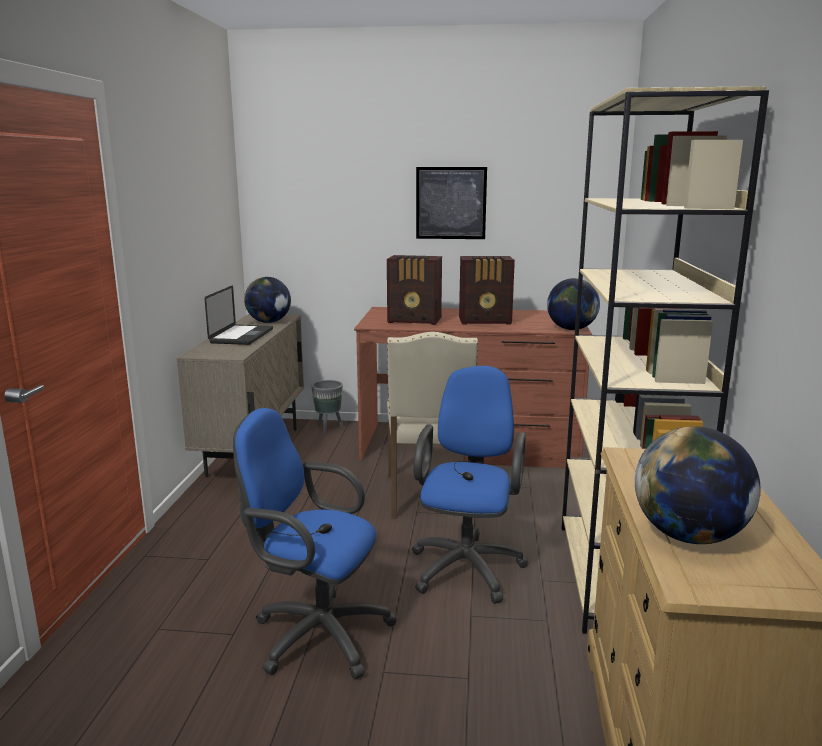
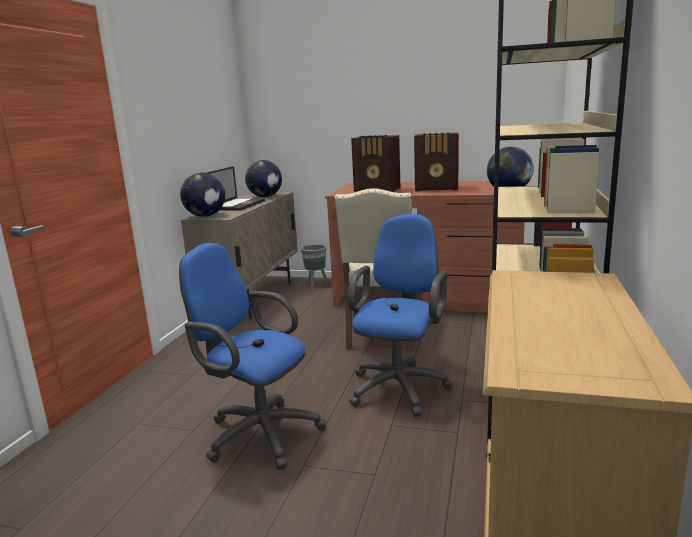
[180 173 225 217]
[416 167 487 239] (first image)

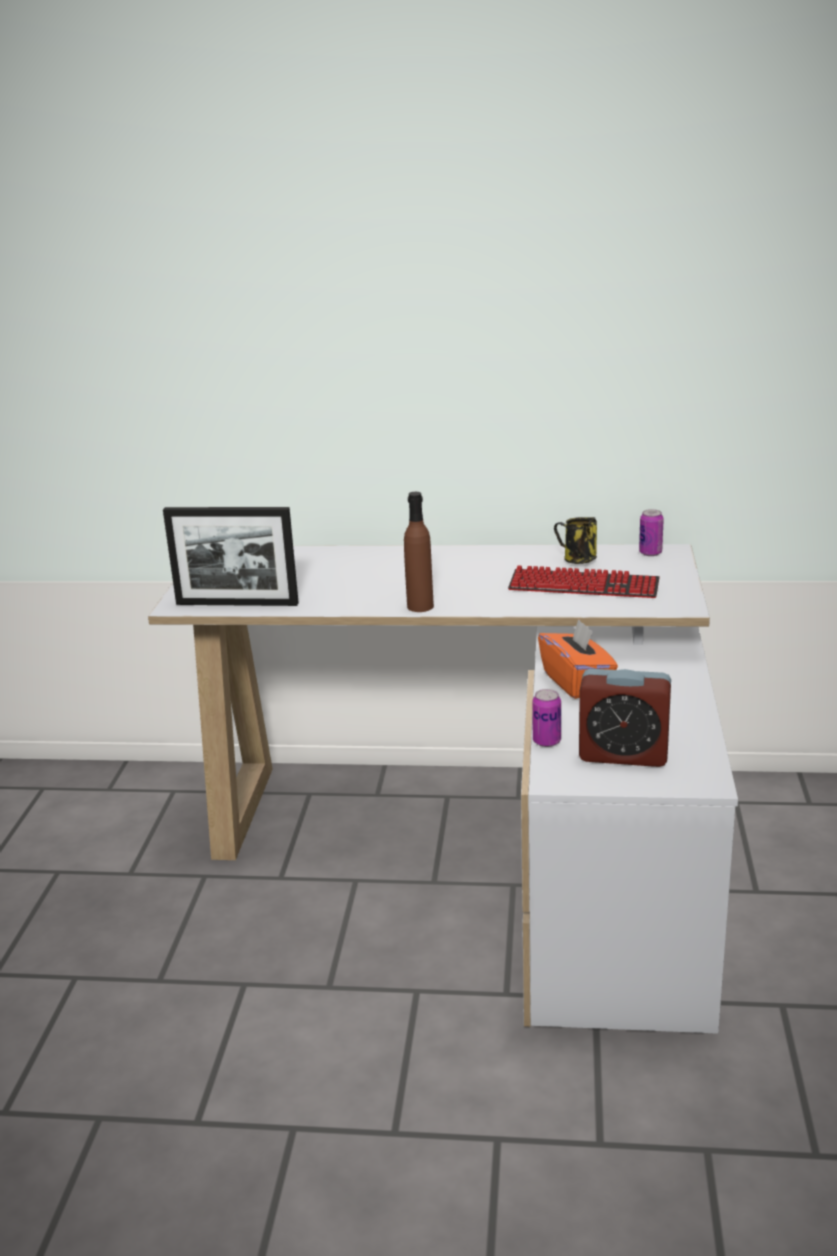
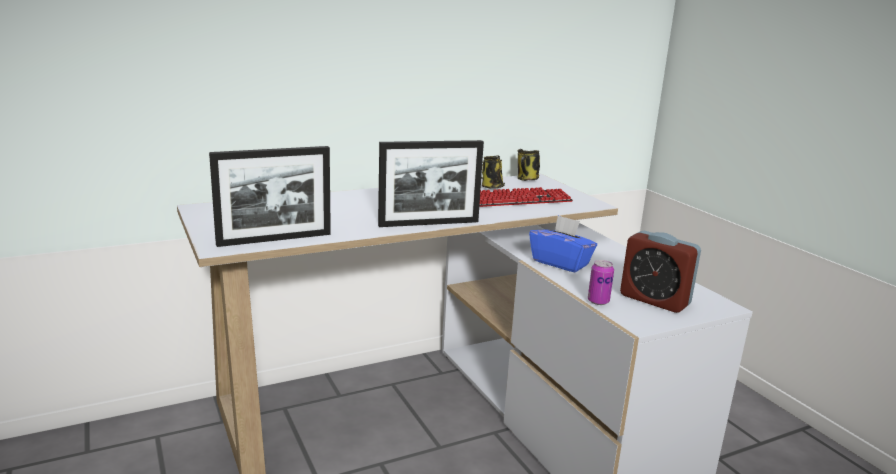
[378 140 484 227]
[518 149 540 181]
[529 215 597 272]
[620 231 701 313]

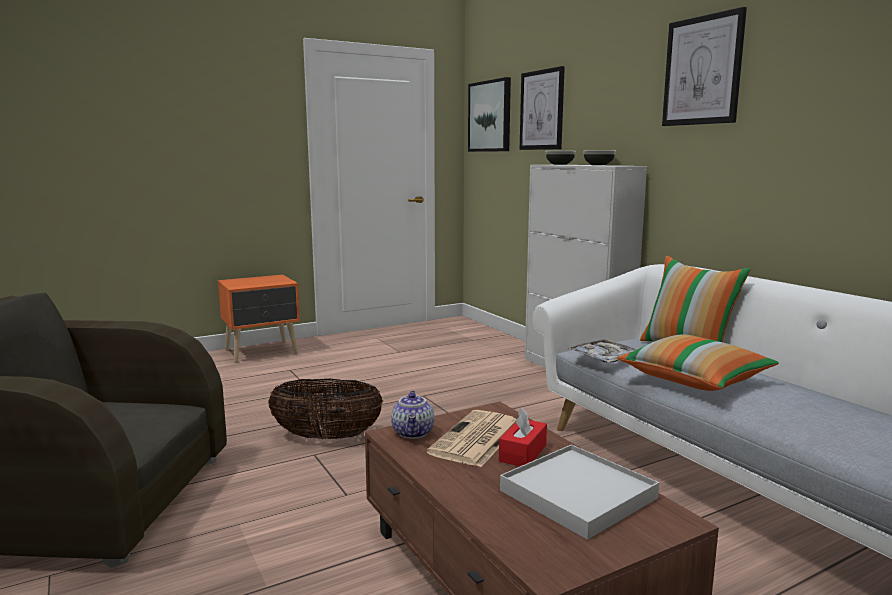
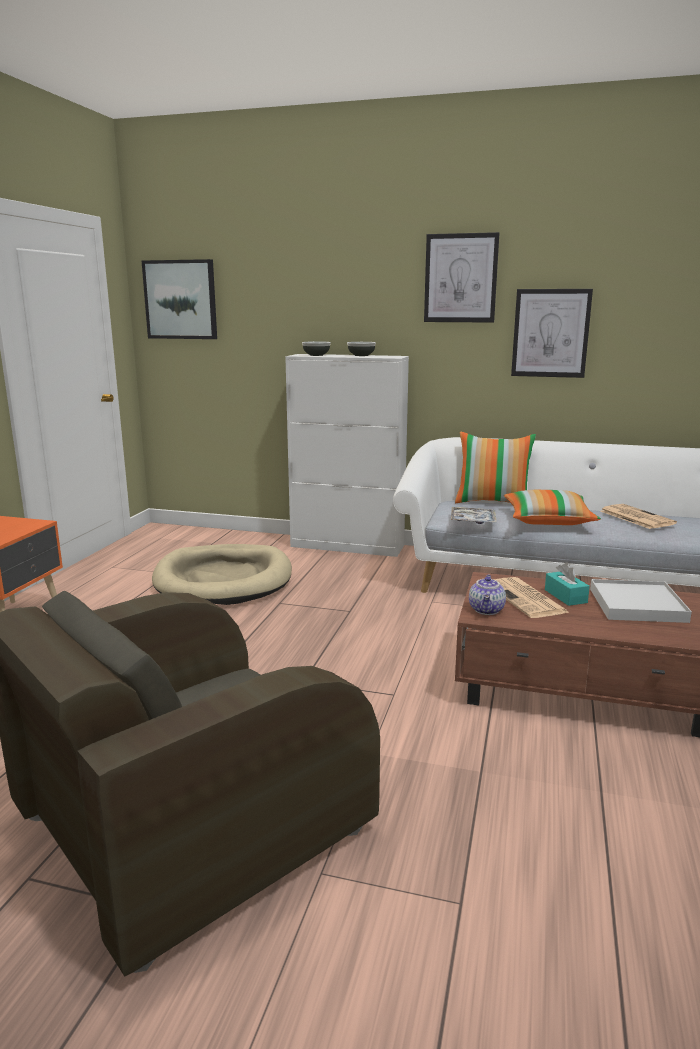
[152 544 292 605]
[469 575 506 615]
[511 289 593 378]
[545 562 590 606]
[600 504 677 529]
[268 379 383 439] (first image)

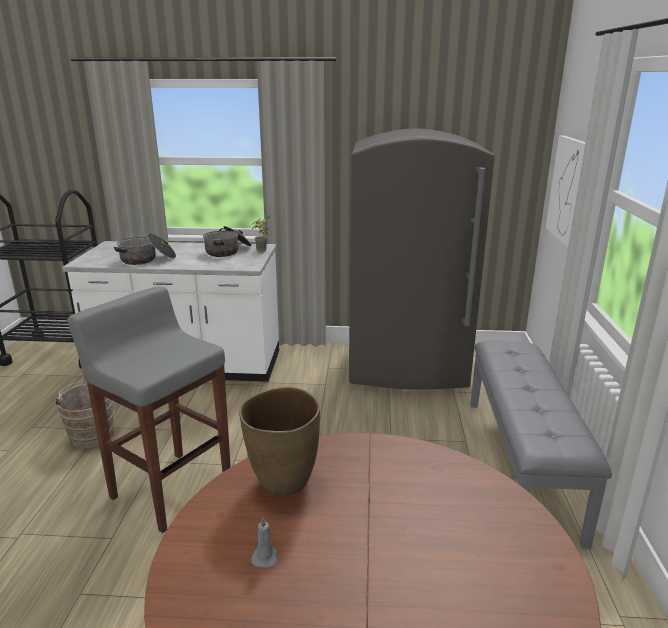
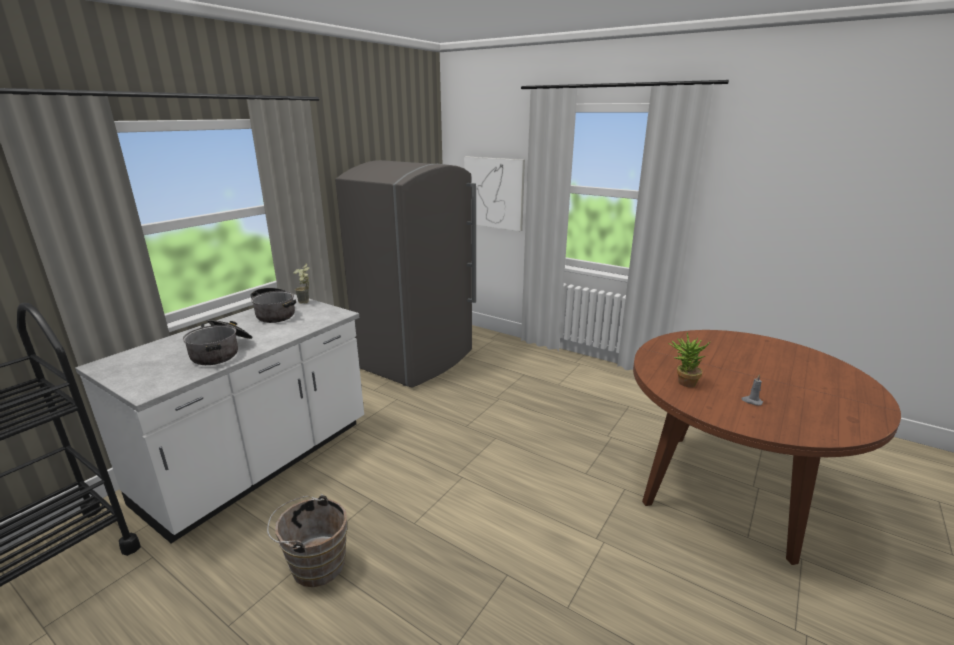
[668 332 710 387]
[67 287 231 533] (first image)
[470 341 612 549] (first image)

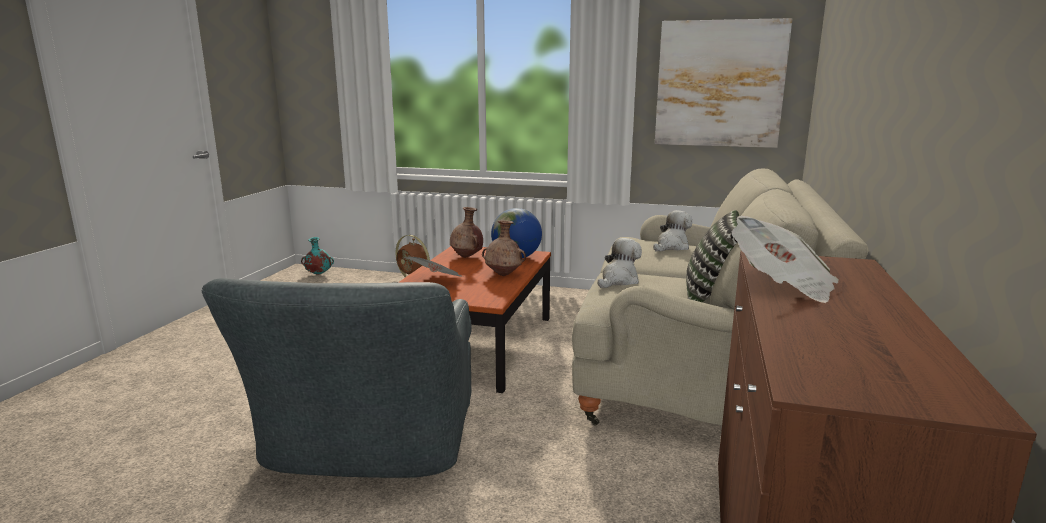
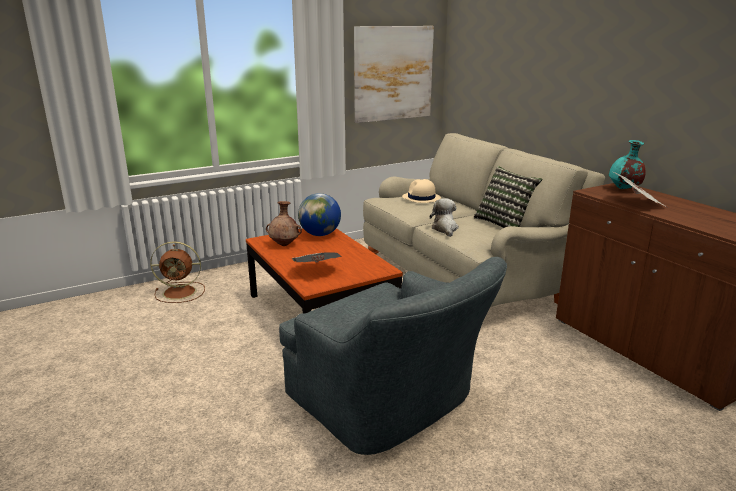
[402 179 441 203]
[609 140 646 189]
[482 220 526 276] (first image)

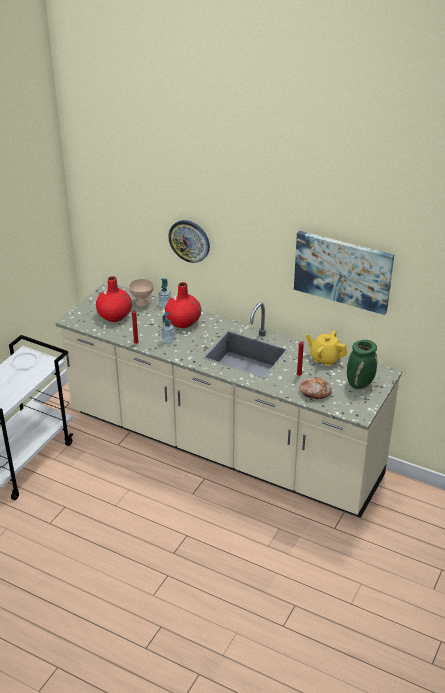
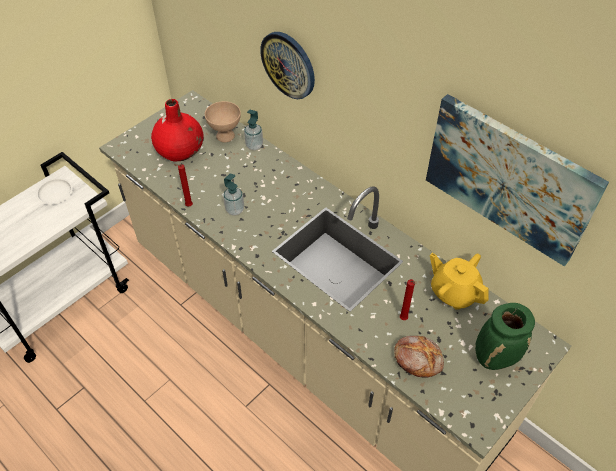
[165 282 201 328] (first image)

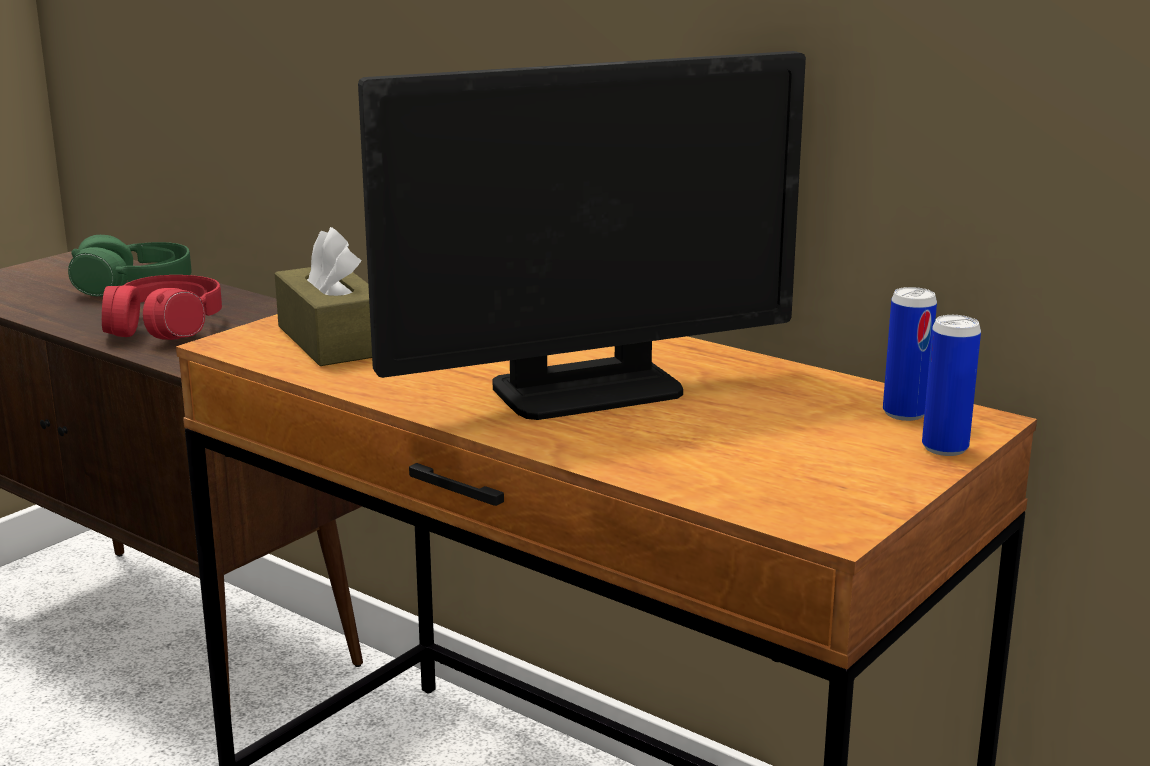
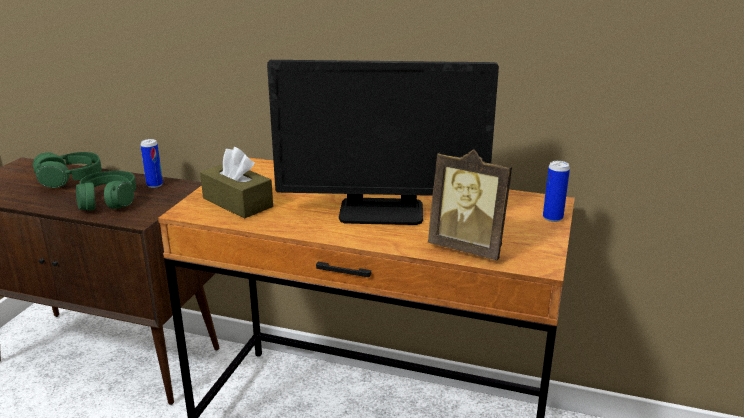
[76 171 136 211]
[140 139 163 188]
[267 60 499 225]
[428 150 512 260]

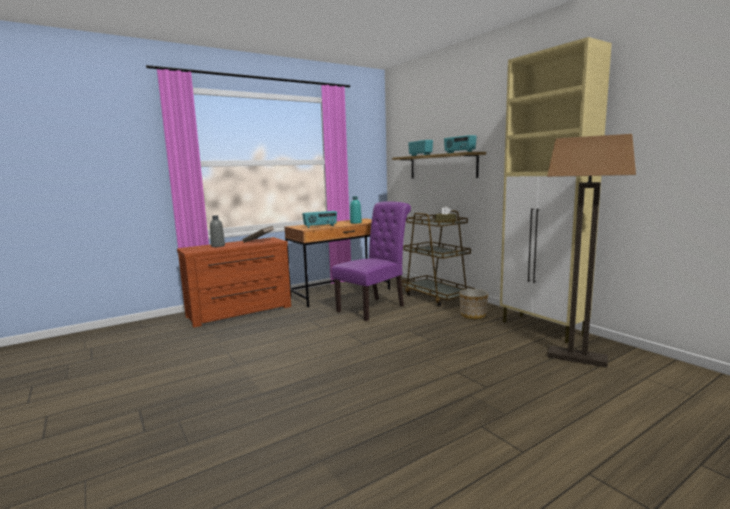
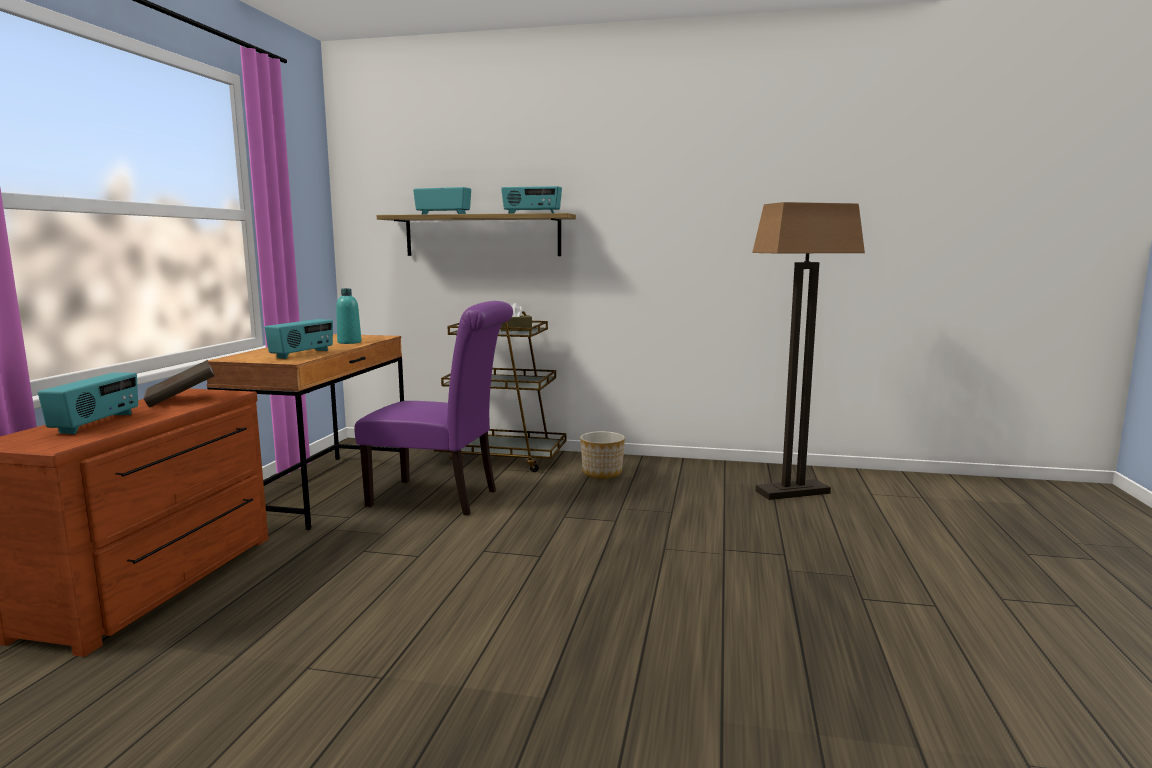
[38 372 138 434]
[354 301 513 516]
[500 37 612 343] (first image)

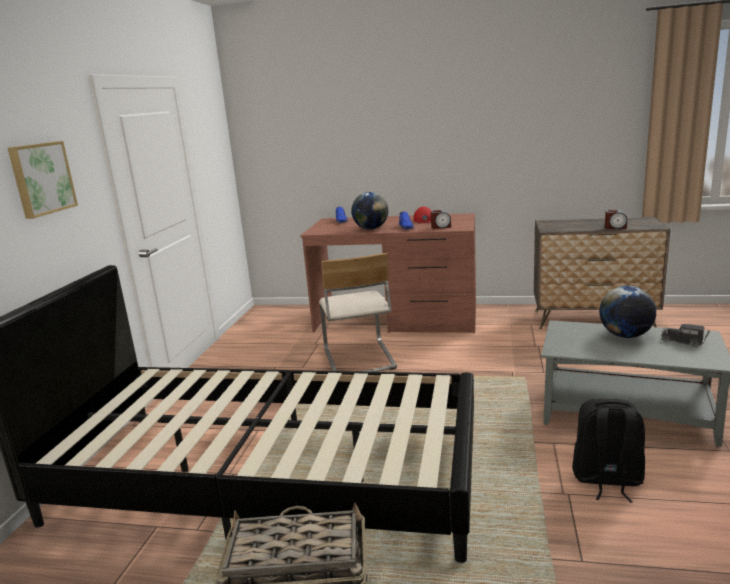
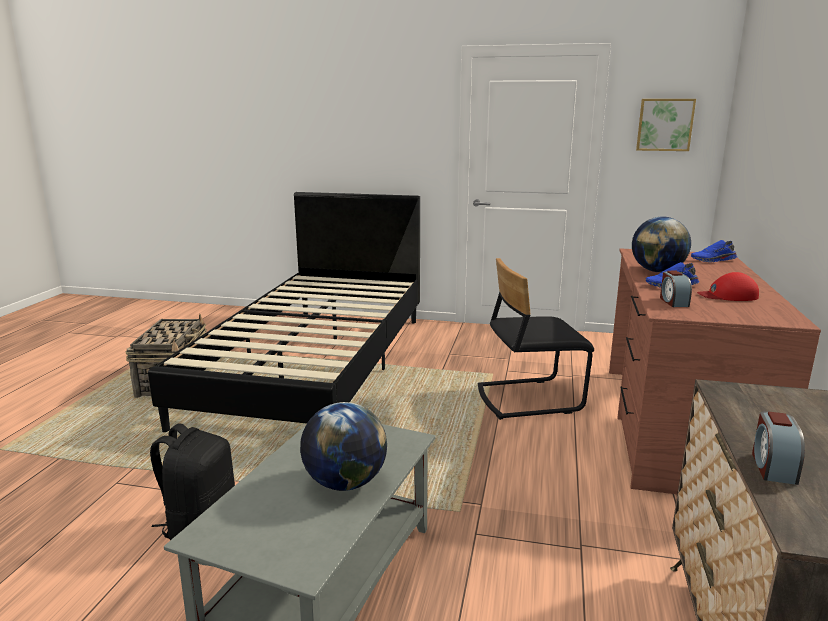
[478 258 594 420]
[636 99 696 151]
[661 324 710 347] (first image)

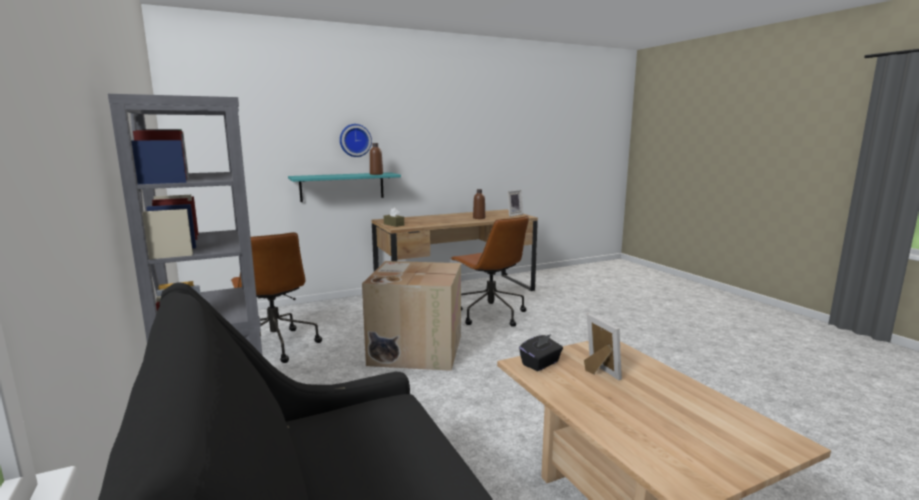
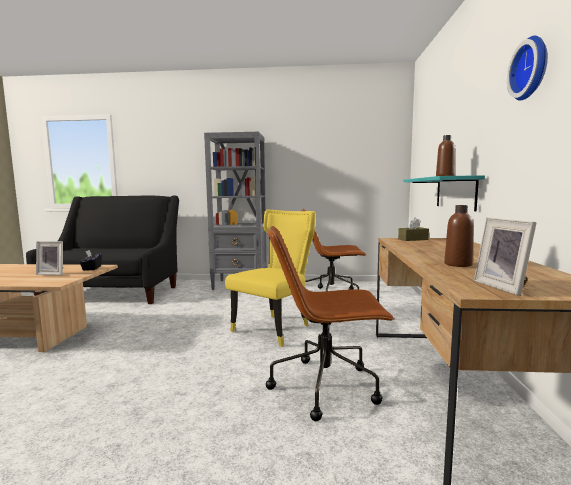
[225 210 315 347]
[507 36 548 101]

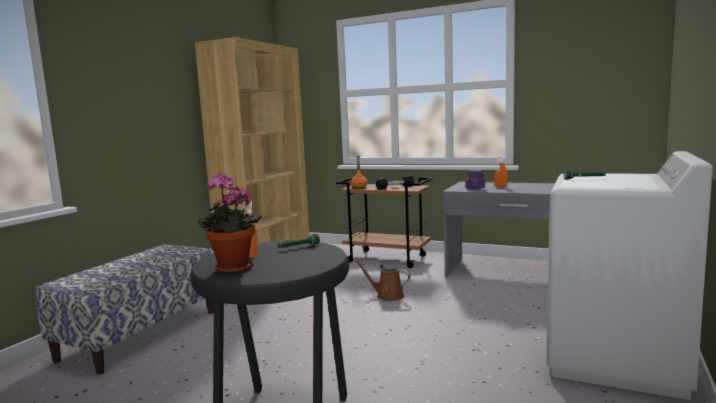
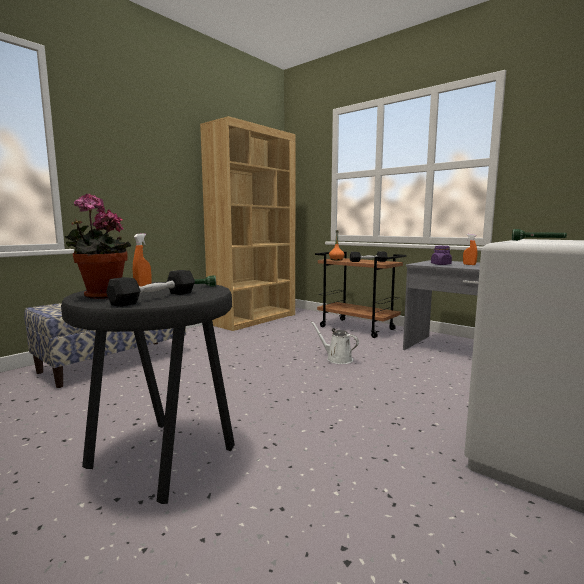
[106 270 195 307]
[311 321 359 364]

